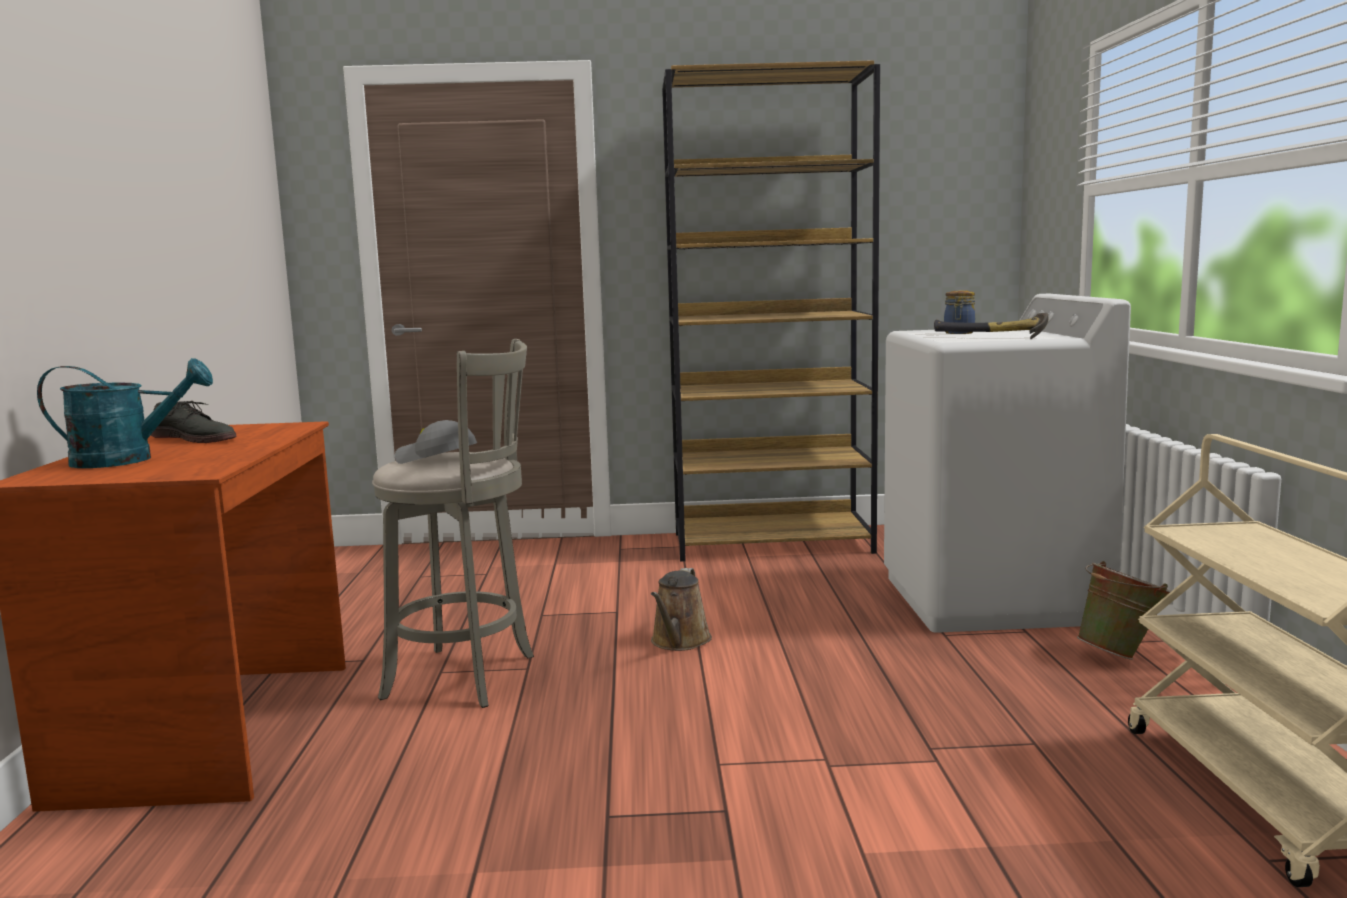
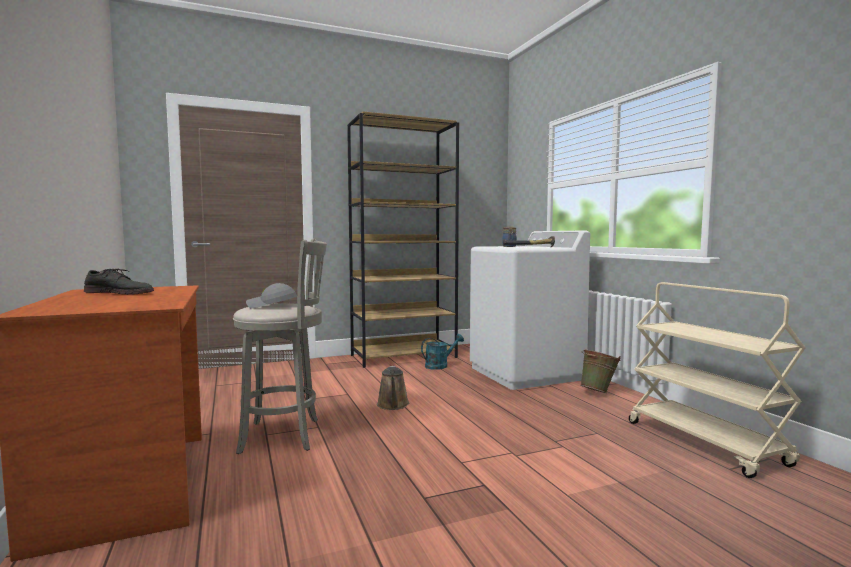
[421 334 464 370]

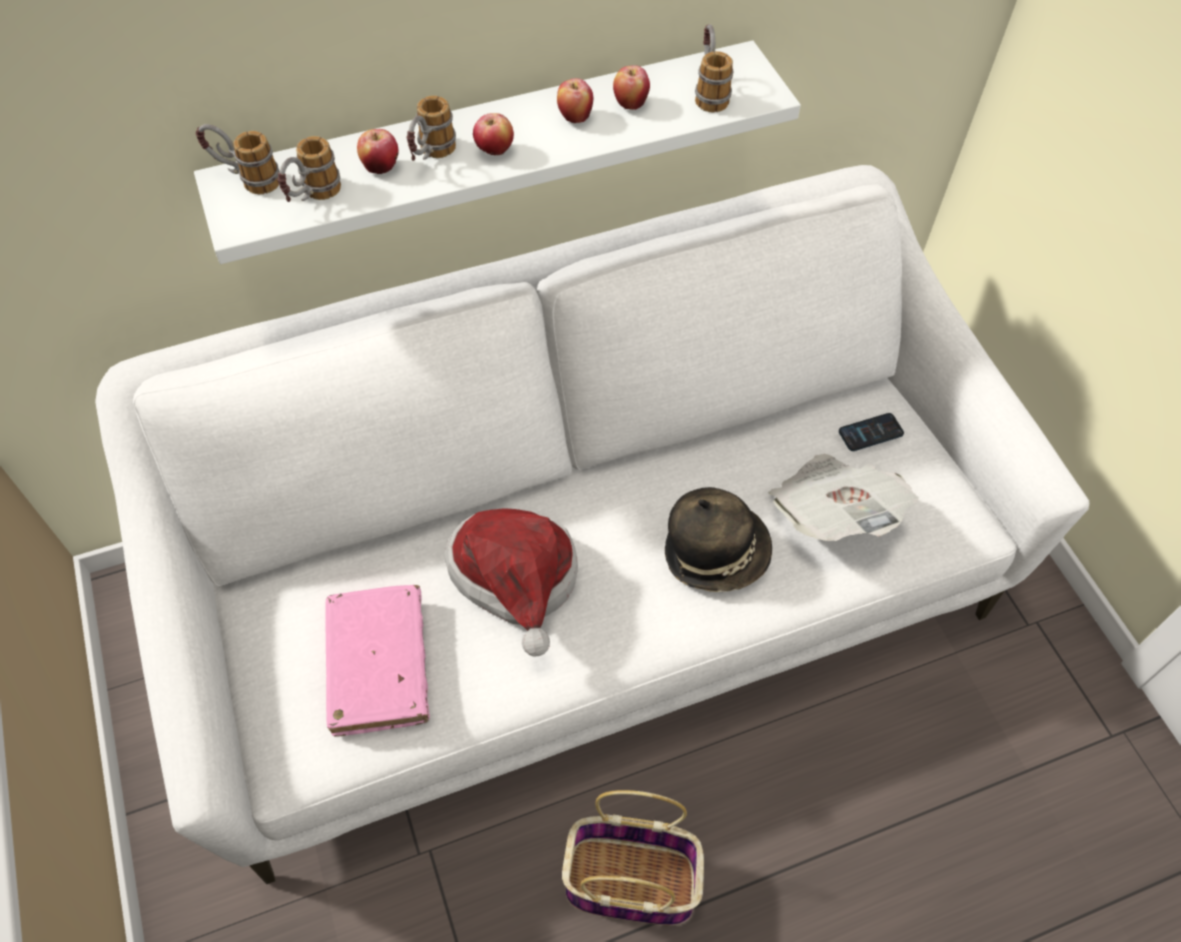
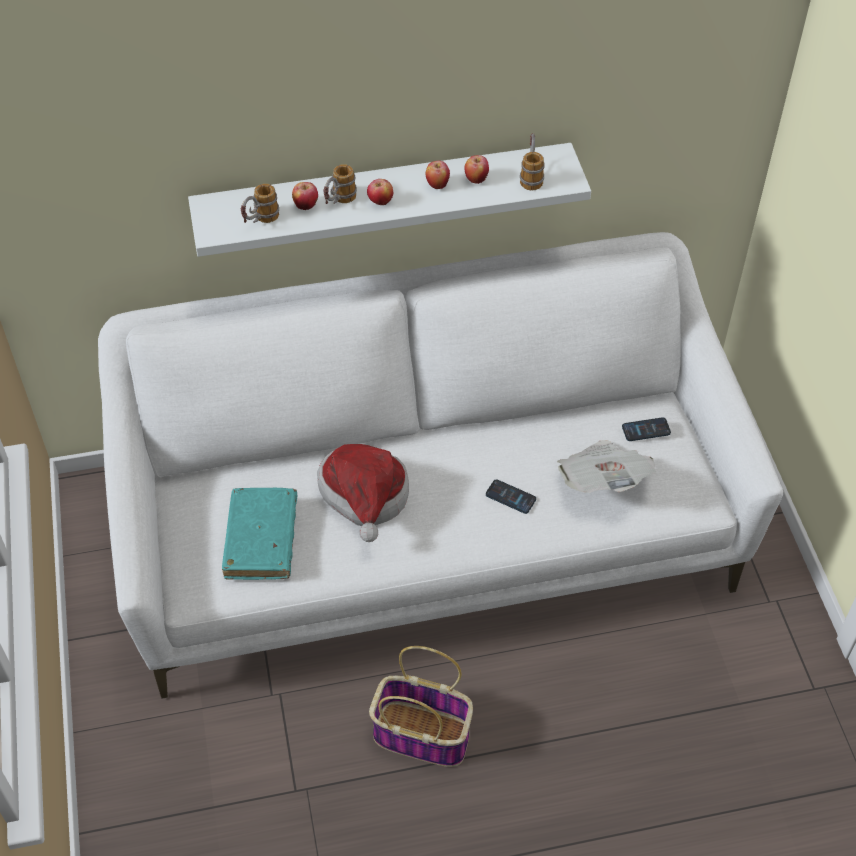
[222 488 297 580]
[486 479 536 514]
[196 124 279 194] (first image)

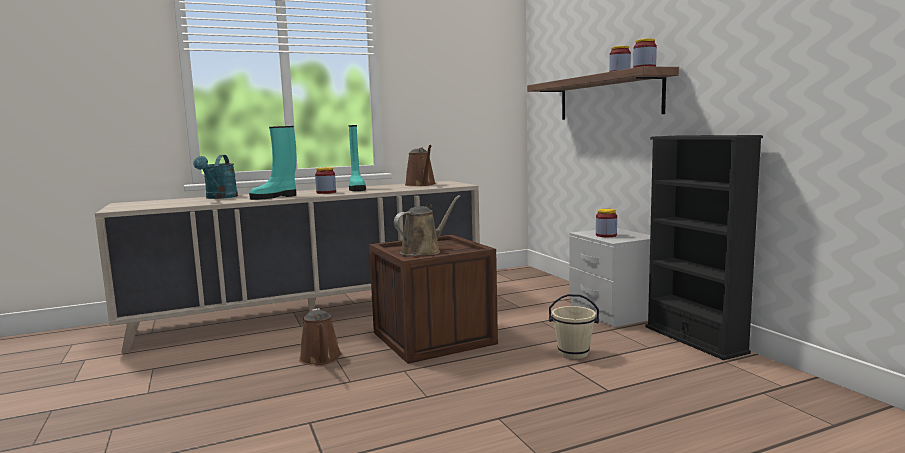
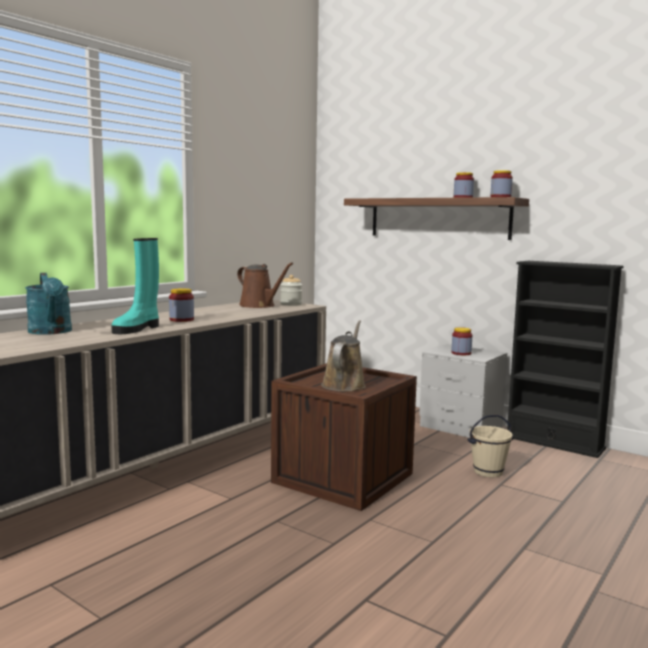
[280 275 302 306]
[299 308 342 365] (first image)
[349 125 366 191] (first image)

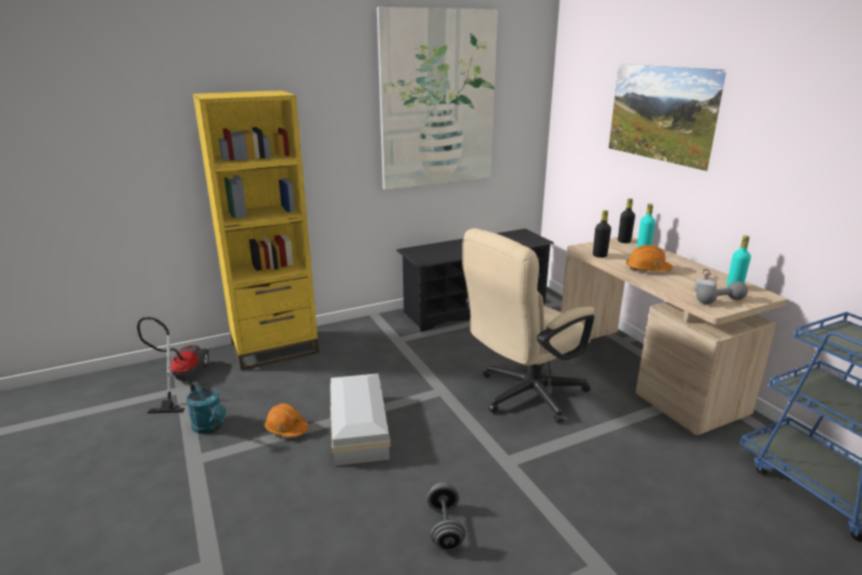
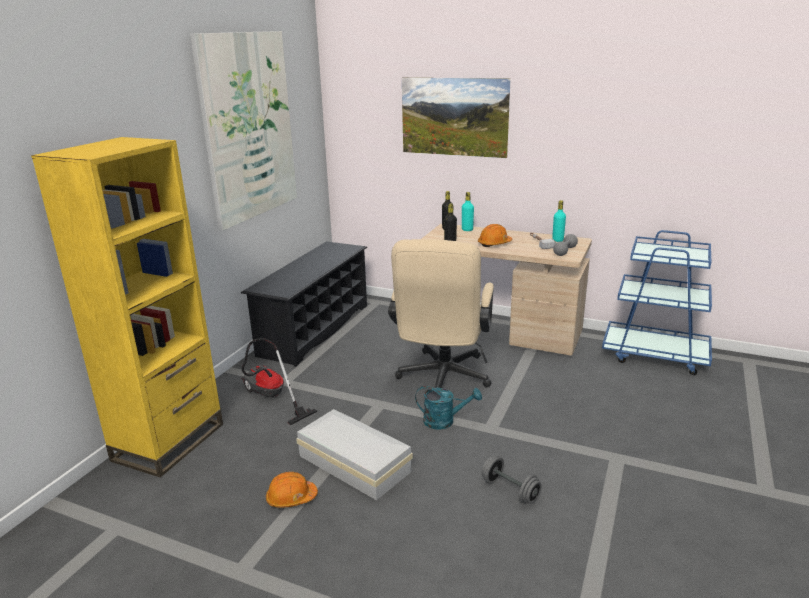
[242 338 318 425]
[415 386 482 430]

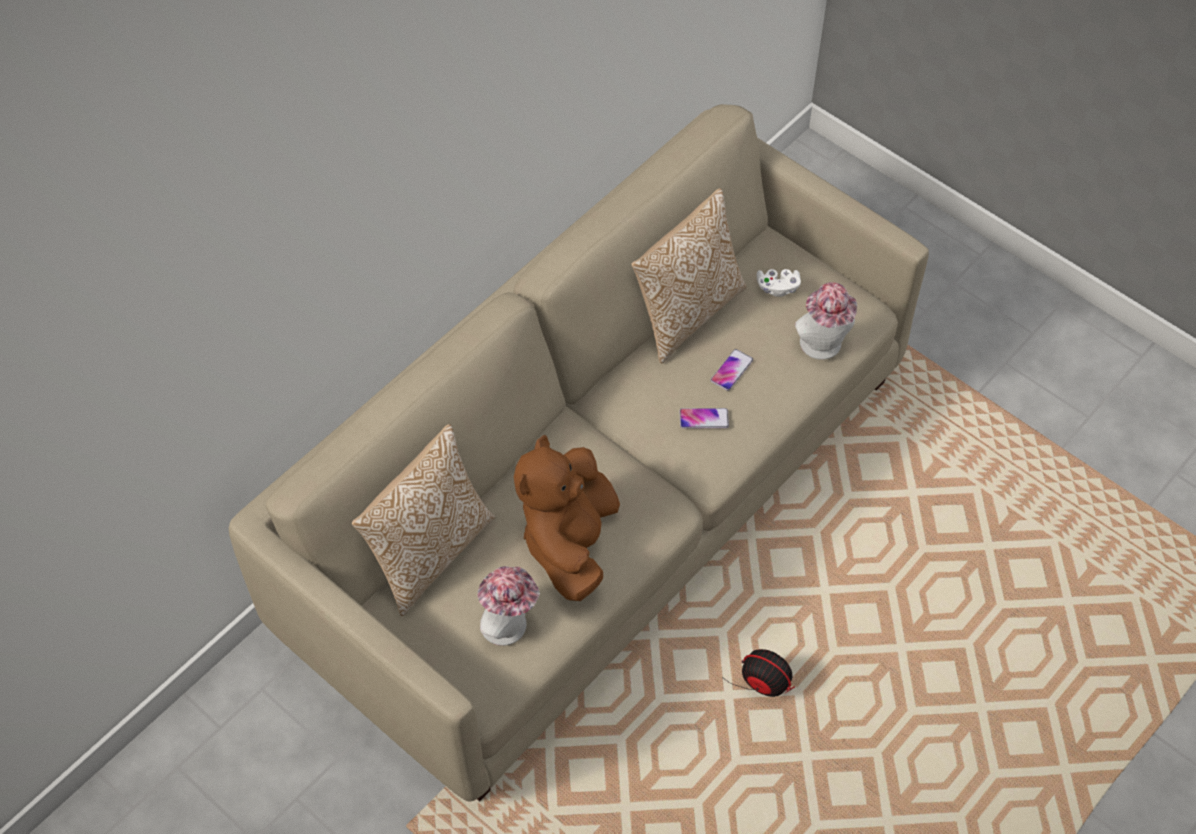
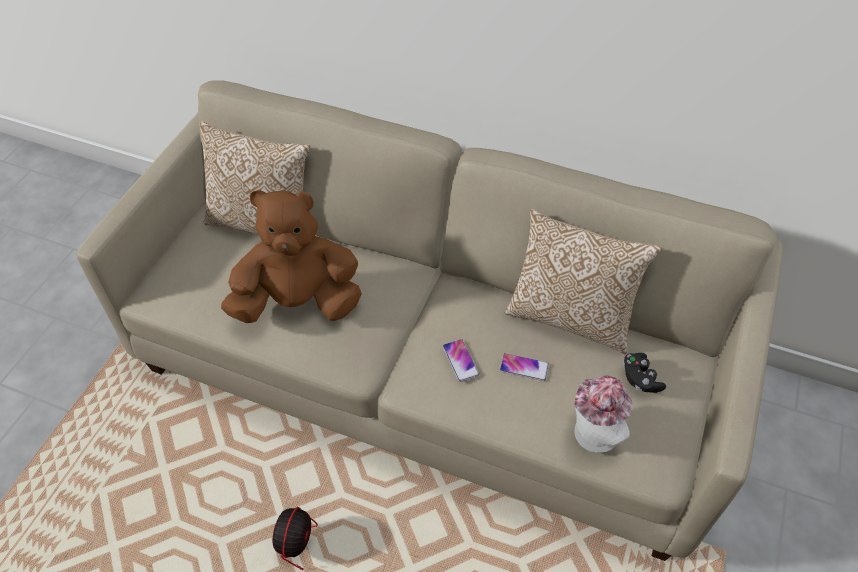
[623 353 666 393]
[478 566 540 646] (first image)

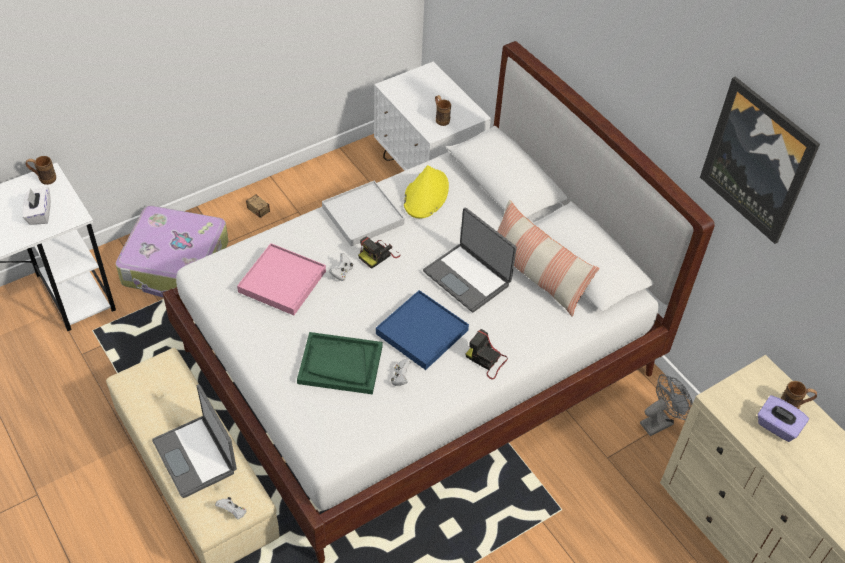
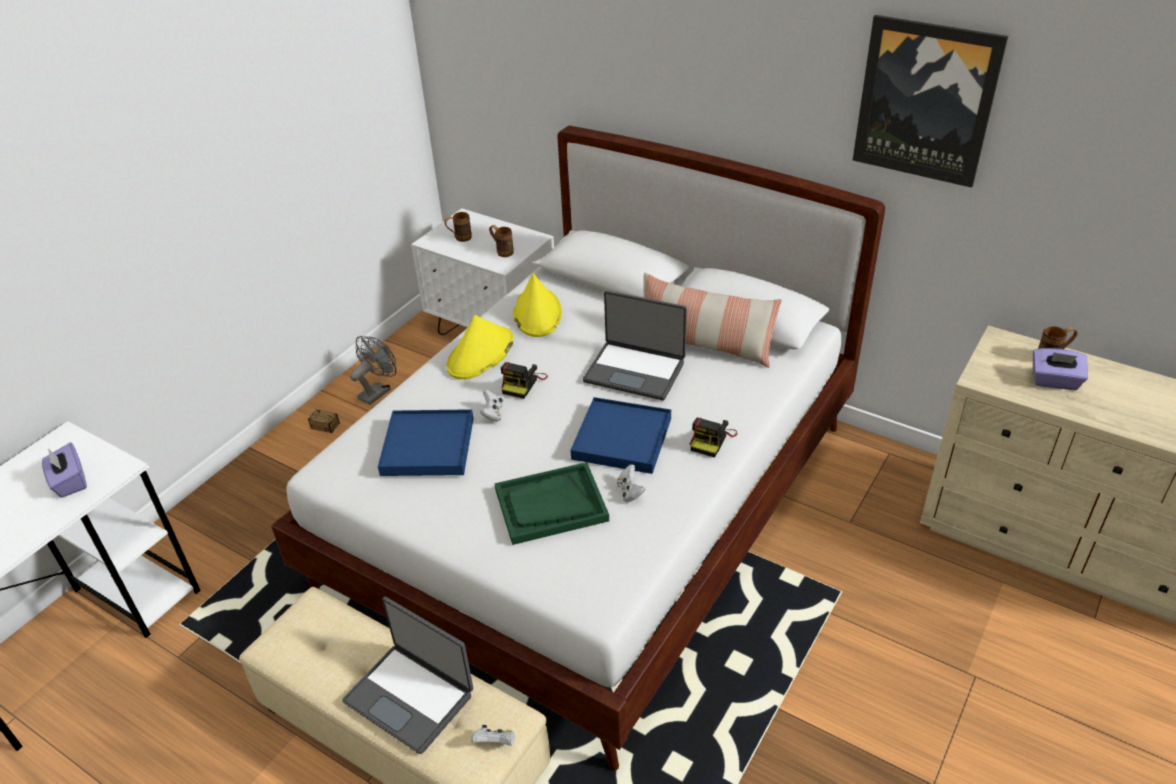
[42 443 87 498]
[350 336 396 405]
[378 409 473 476]
[444 212 472 242]
[446 315 514 379]
[690 418 738 458]
[115 206 228 298] (first image)

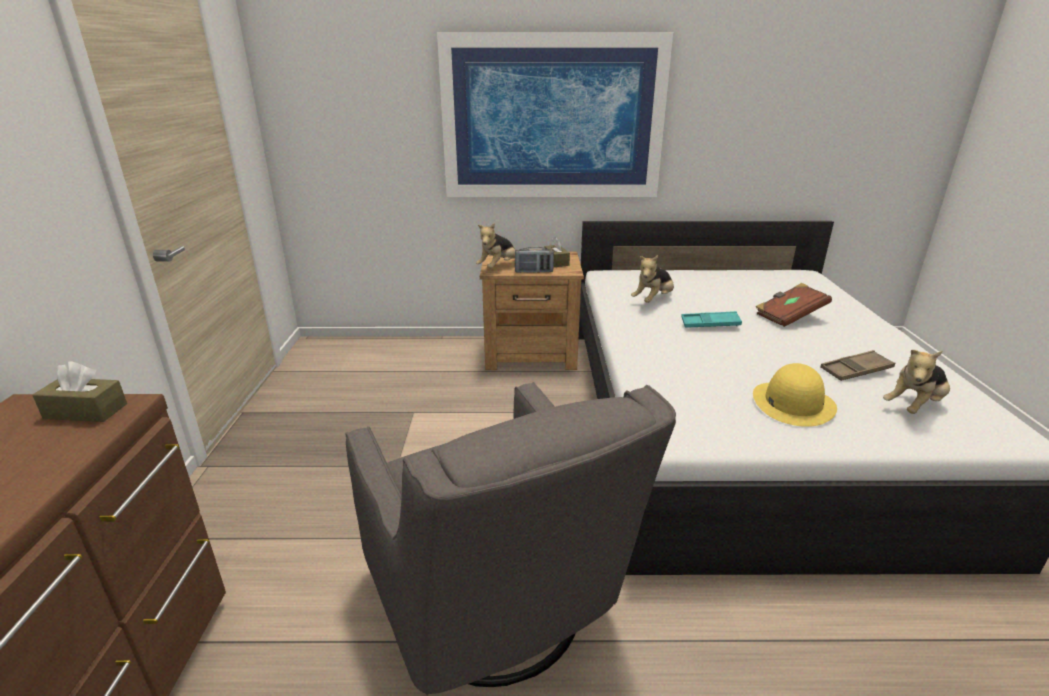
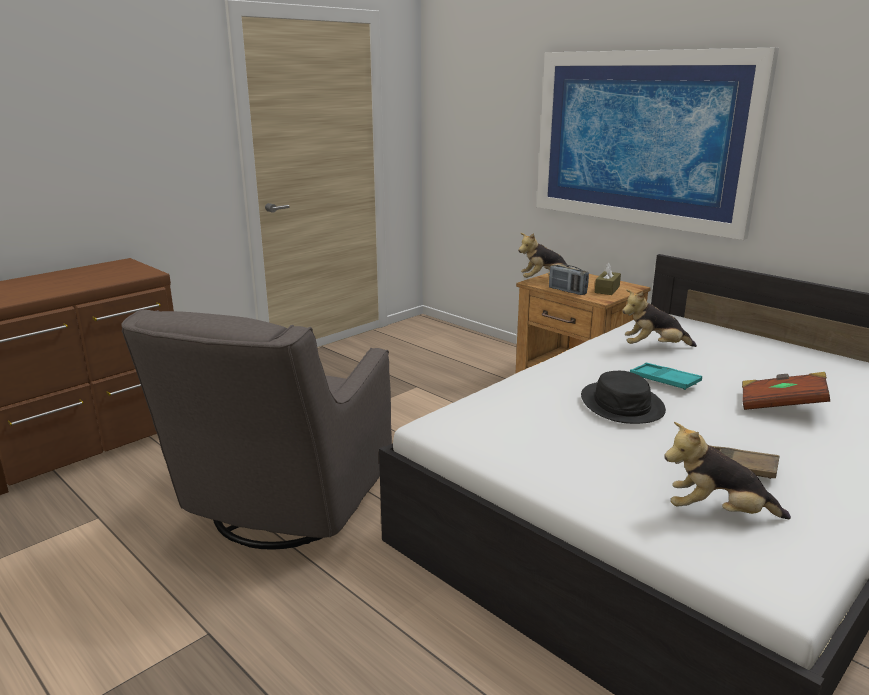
[581 371 666 424]
[32 361 127 422] (first image)
[753 363 837 427] (first image)

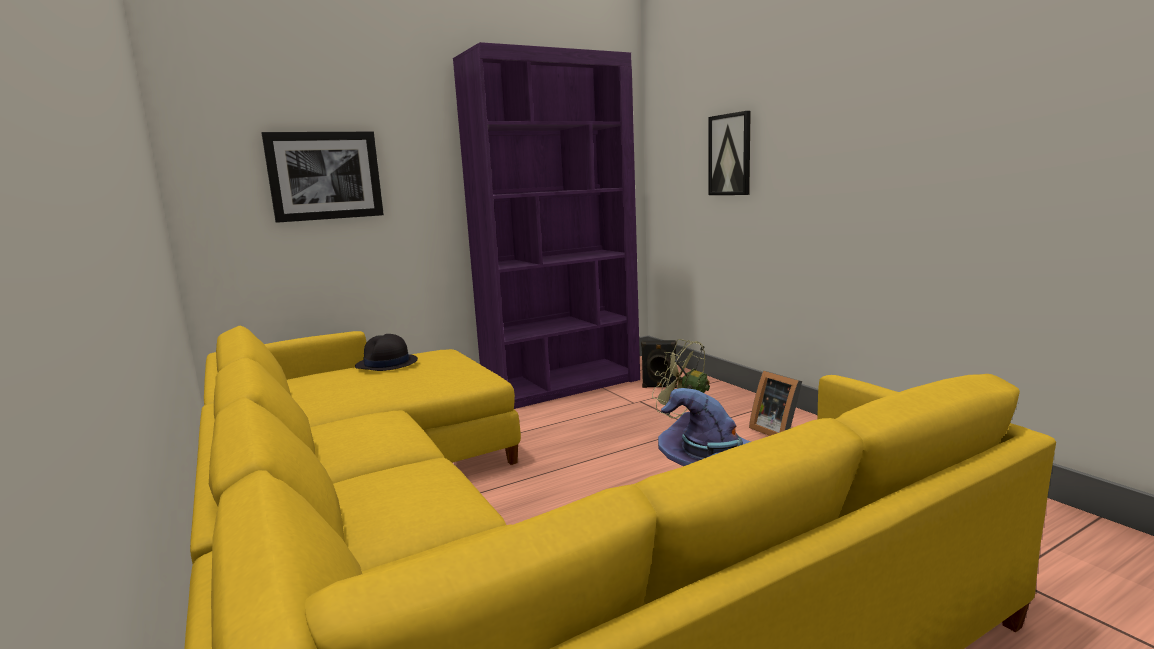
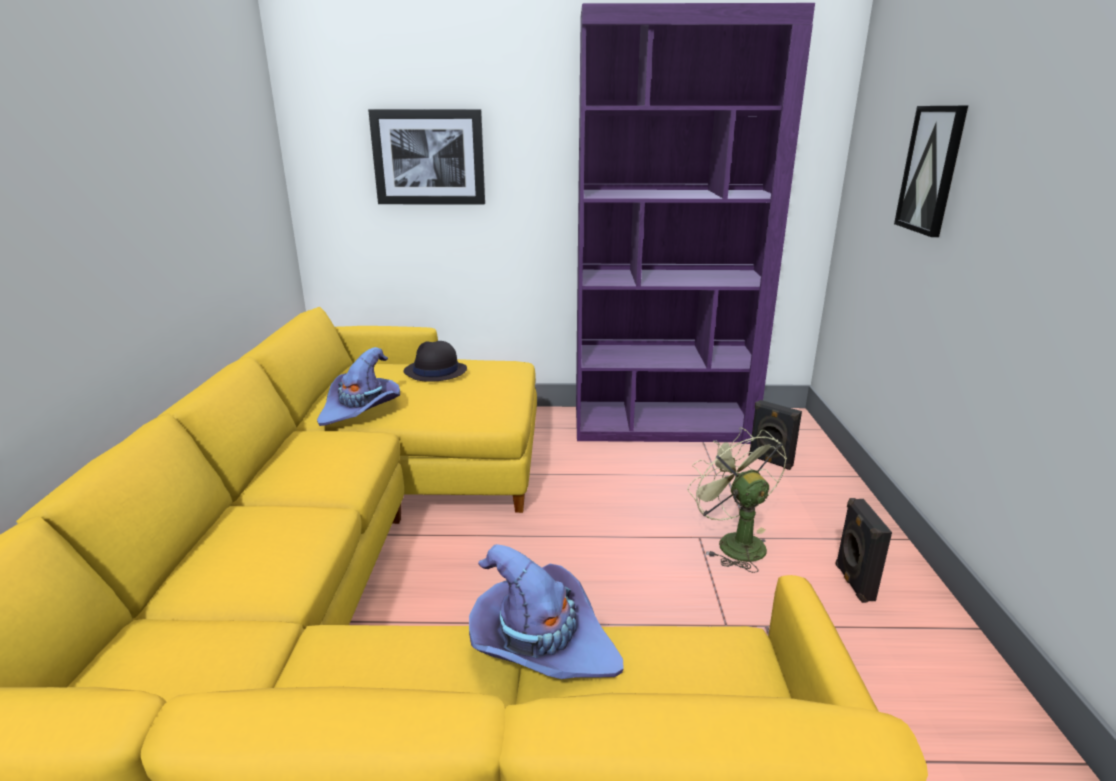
[317 347 400 426]
[835 498 892 603]

